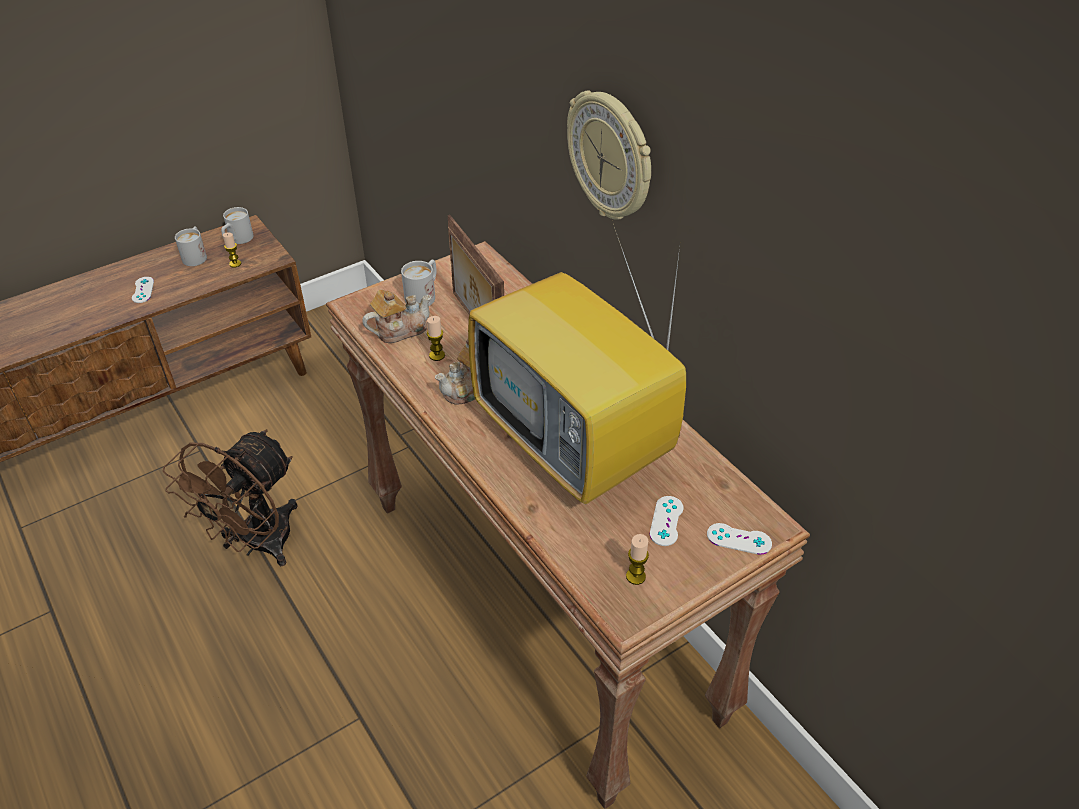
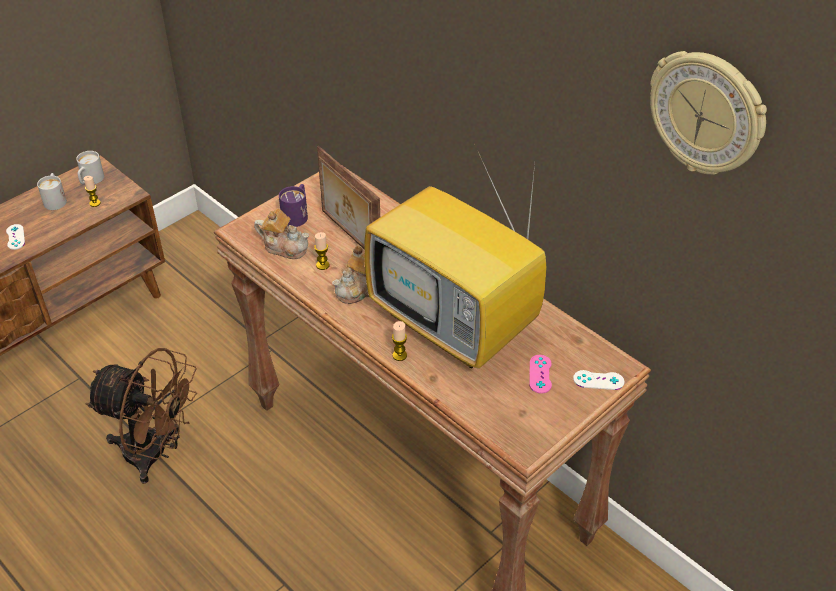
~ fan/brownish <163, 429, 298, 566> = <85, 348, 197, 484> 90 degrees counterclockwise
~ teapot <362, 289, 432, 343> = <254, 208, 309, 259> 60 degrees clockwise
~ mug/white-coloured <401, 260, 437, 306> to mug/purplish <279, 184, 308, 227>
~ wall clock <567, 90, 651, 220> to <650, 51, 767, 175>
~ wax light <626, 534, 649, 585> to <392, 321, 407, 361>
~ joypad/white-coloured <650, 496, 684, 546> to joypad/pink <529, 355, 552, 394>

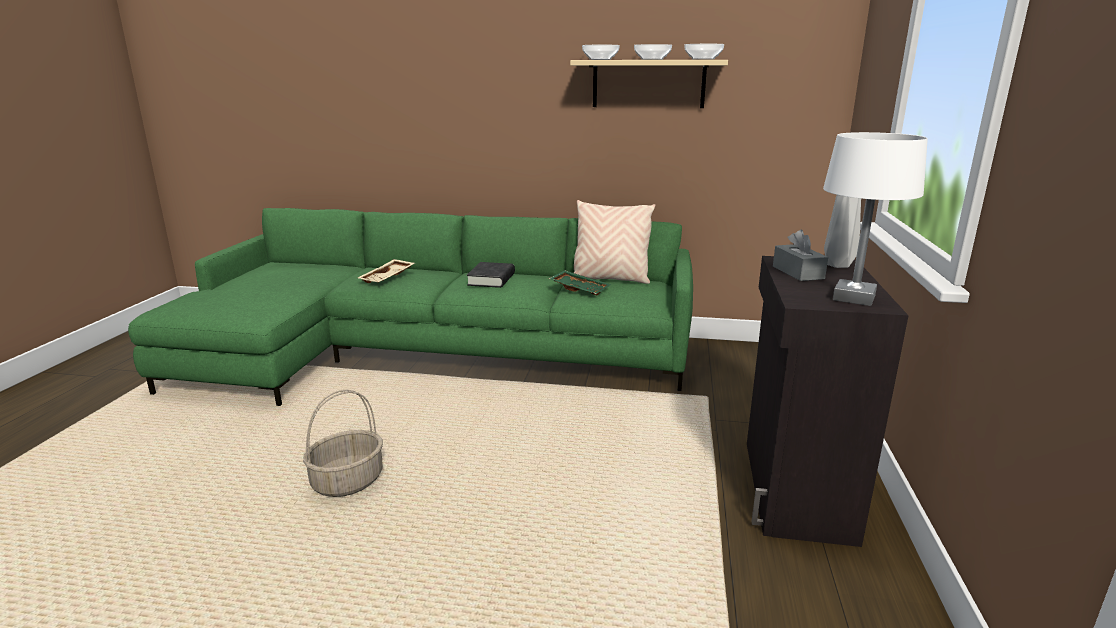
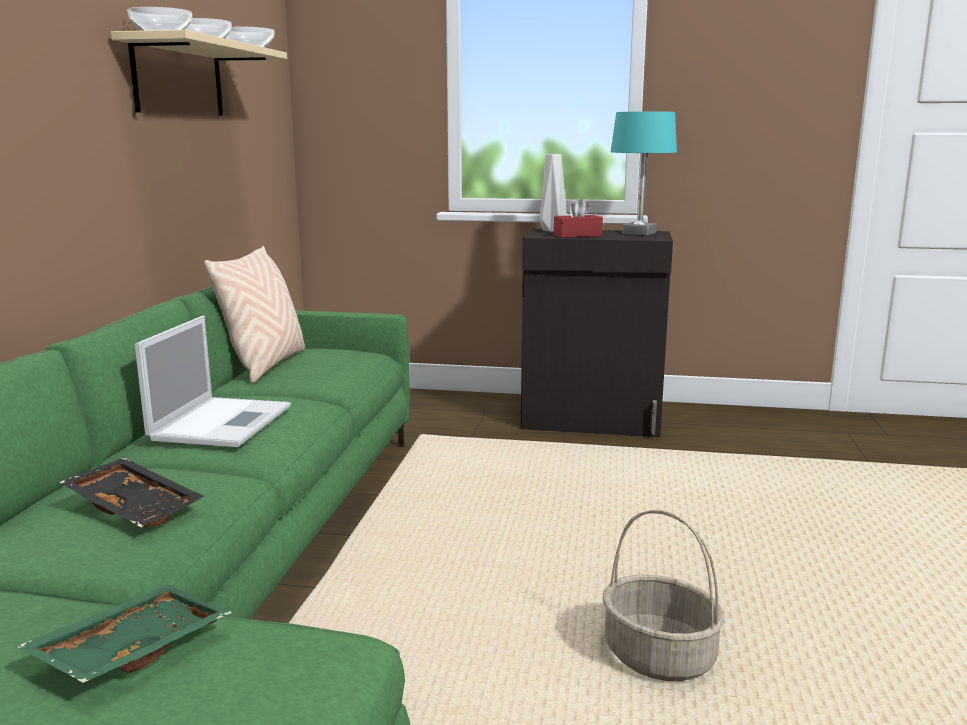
~ serving tray/sand-coloured <358, 259, 415, 283> to serving tray/blackish <59, 457, 204, 527>
~ bound book/blackish <467, 262, 515, 288> to notebook computer <135, 316, 291, 447>
~ serving tray/green-coloured <549, 270, 611, 295> to <16, 584, 232, 683>
~ box of tissues/greyish <773, 230, 828, 281> to box of tissues/red <554, 198, 603, 238>
~ tabletop lamp/white-coloured <823, 132, 928, 306> to tabletop lamp/turquoise-coloured <611, 111, 677, 236>

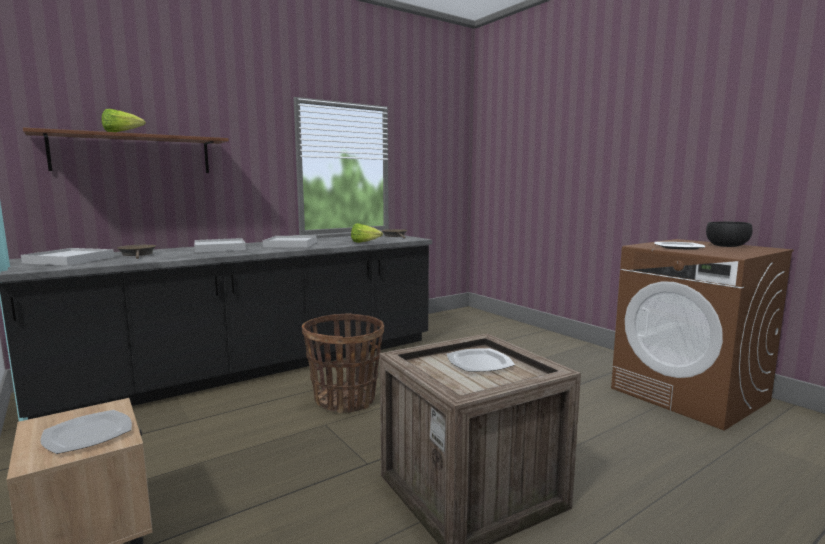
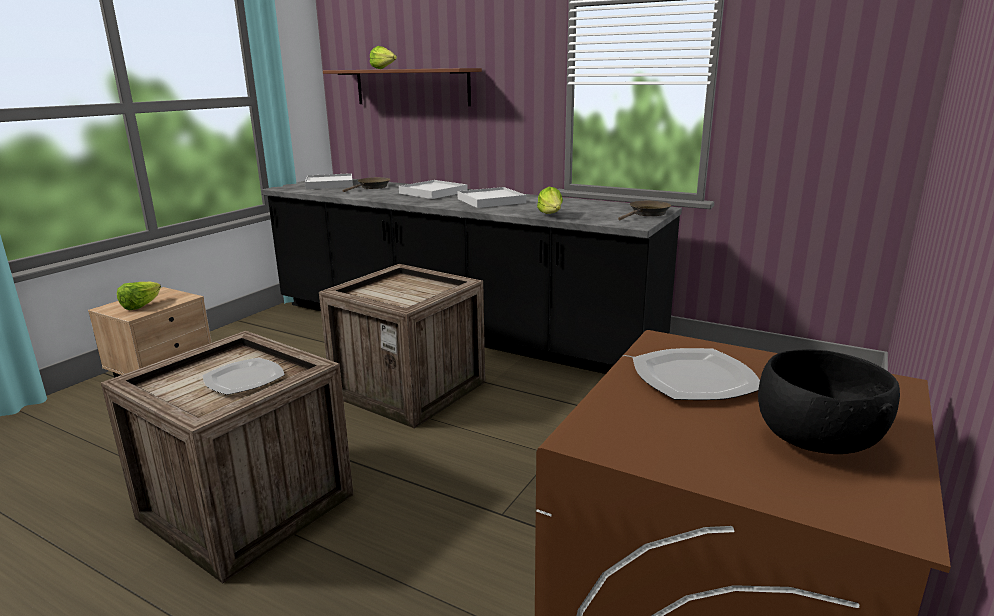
~ plate <40, 410, 132, 454> to head of lettuce <117, 282, 161, 310>
~ storage basket <302, 313, 384, 413> to packing crate <319, 264, 485, 429>

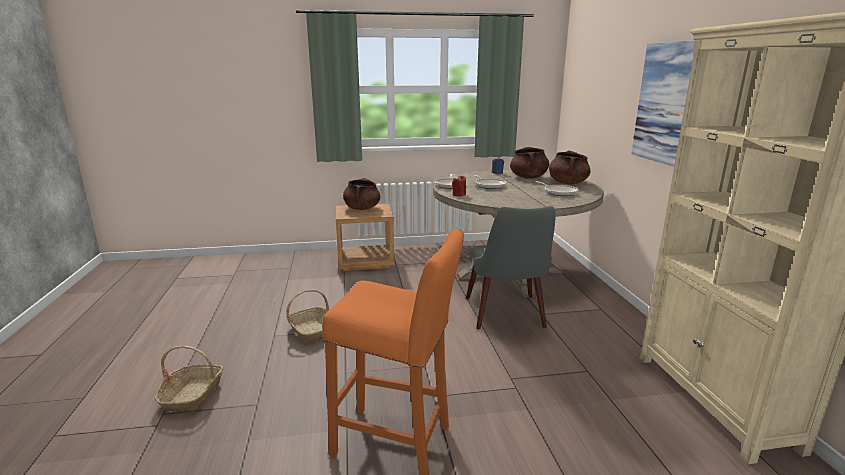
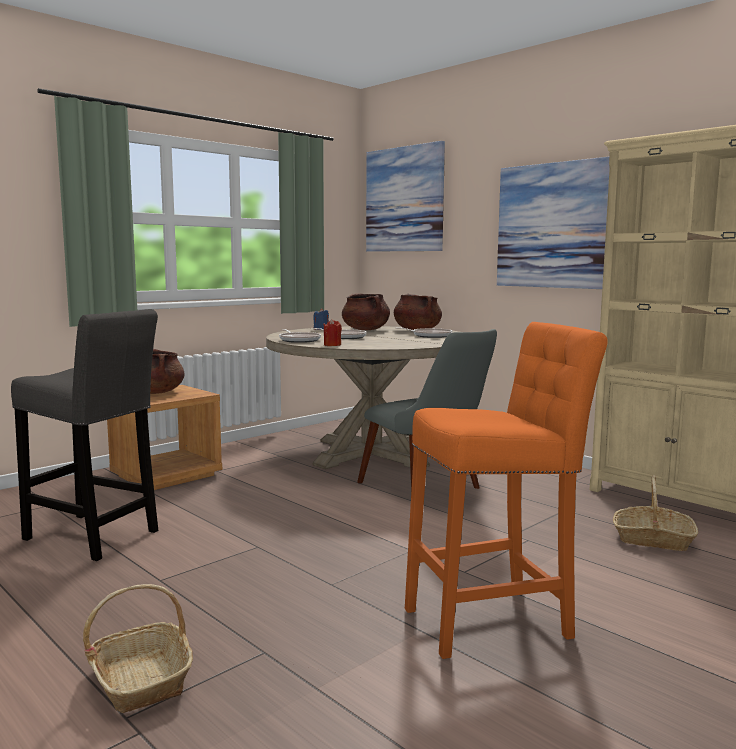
~ storage basket <286, 290, 329, 343> to <613, 475, 698, 551>
+ sitting stool/greyish <11, 309, 158, 561>
+ wall picture <366, 141, 445, 252>

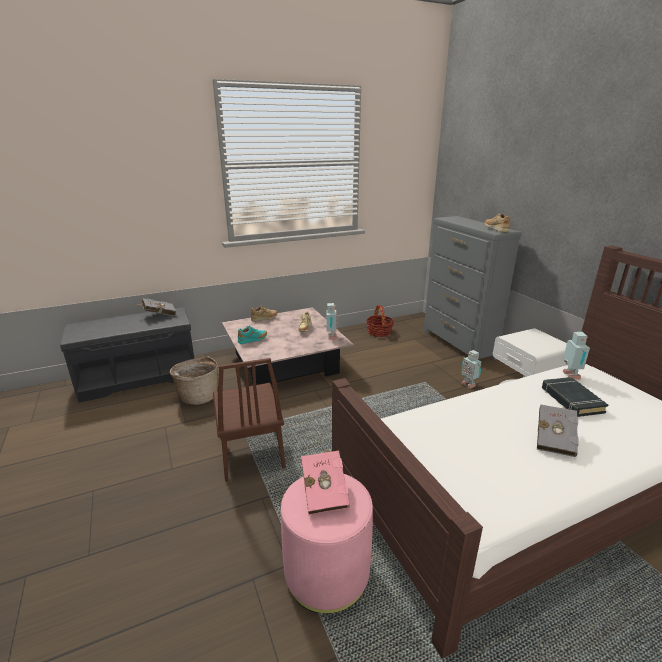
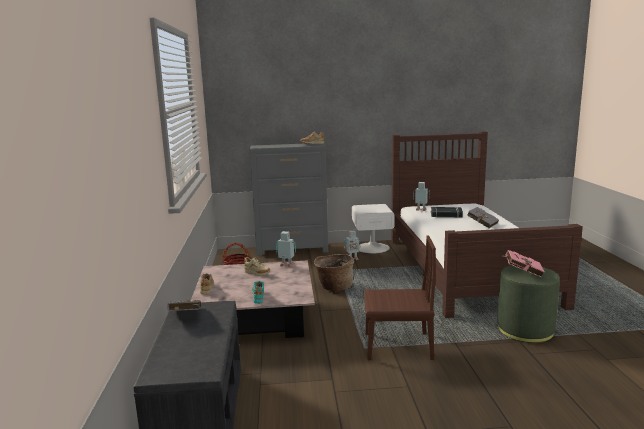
~ storage basket <170, 356, 218, 405> to <314, 254, 354, 293>
~ ottoman/pink <281, 474, 373, 613> to ottoman/green-coloured <497, 266, 560, 343>

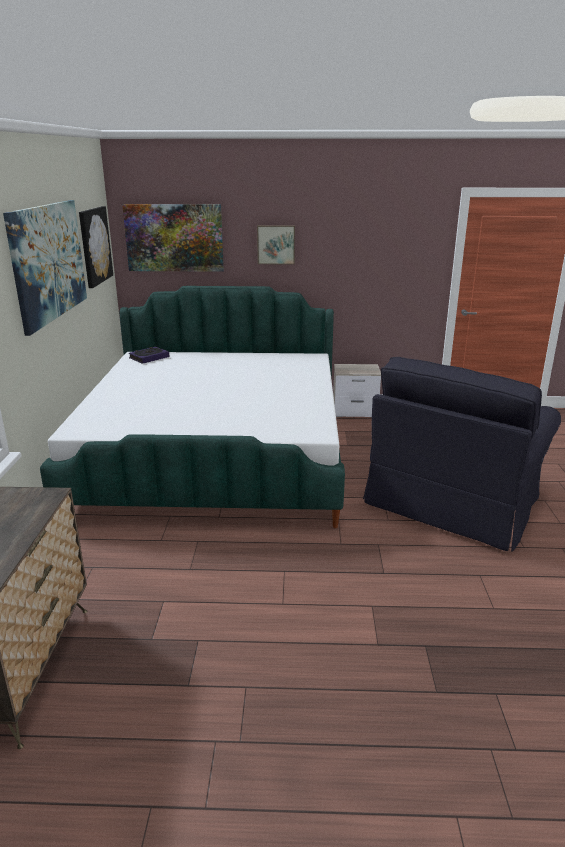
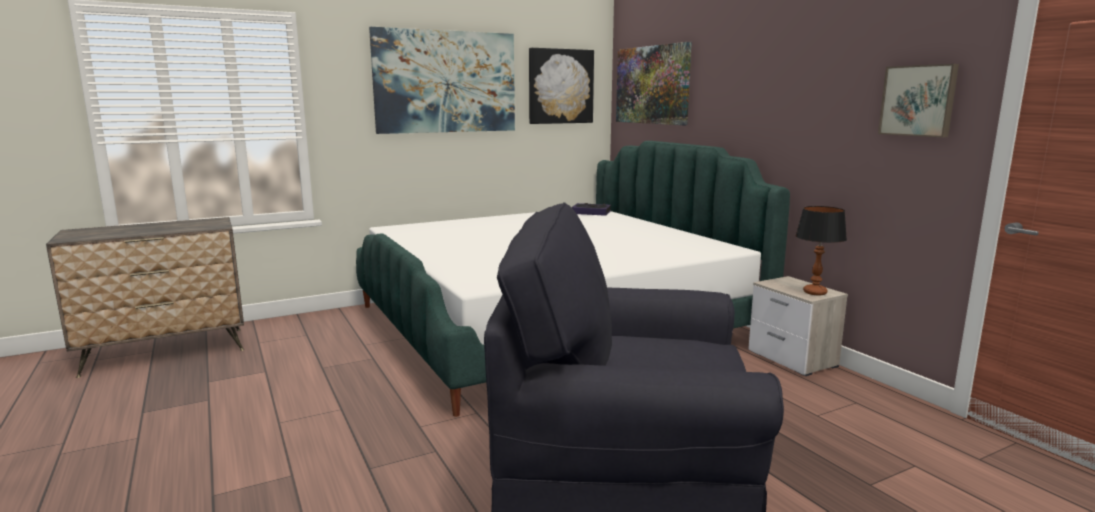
~ wall picture <257, 225, 295, 265> to <878, 64, 959, 137>
+ tabletop lamp <796, 206, 847, 295>

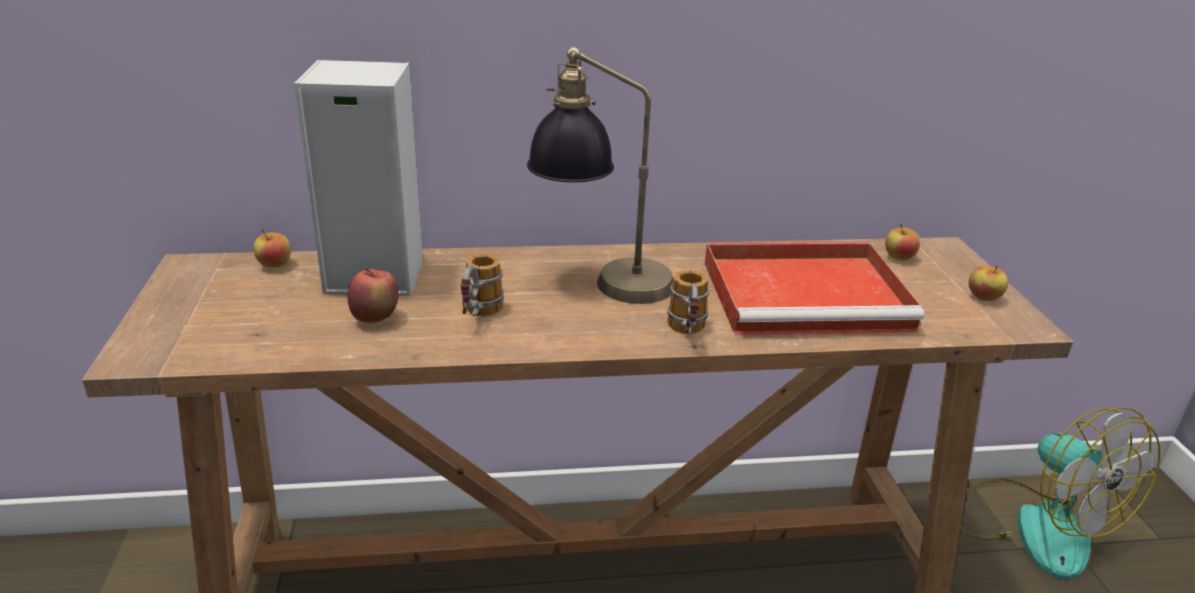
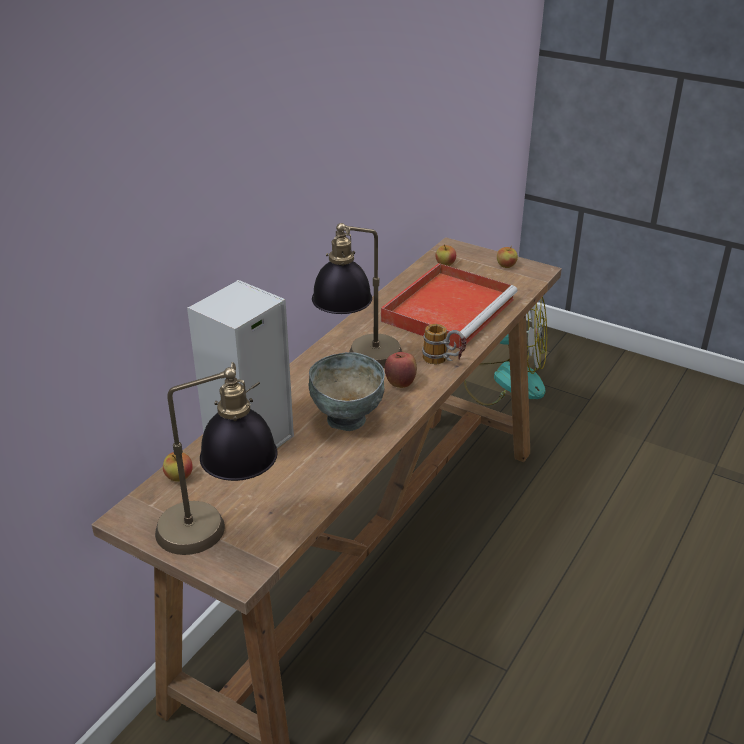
~ apple <347, 268, 399, 323> to <385, 352, 417, 388>
~ mug <461, 254, 504, 316> to bowl/greyish <309, 352, 385, 431>
+ tabletop lamp <155, 362, 278, 555>

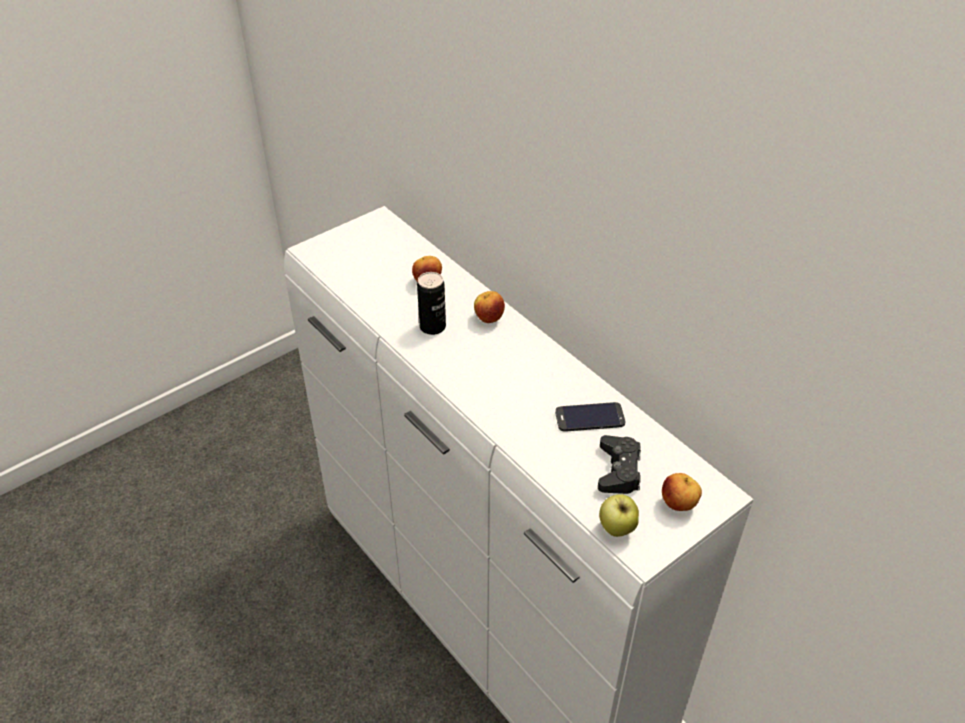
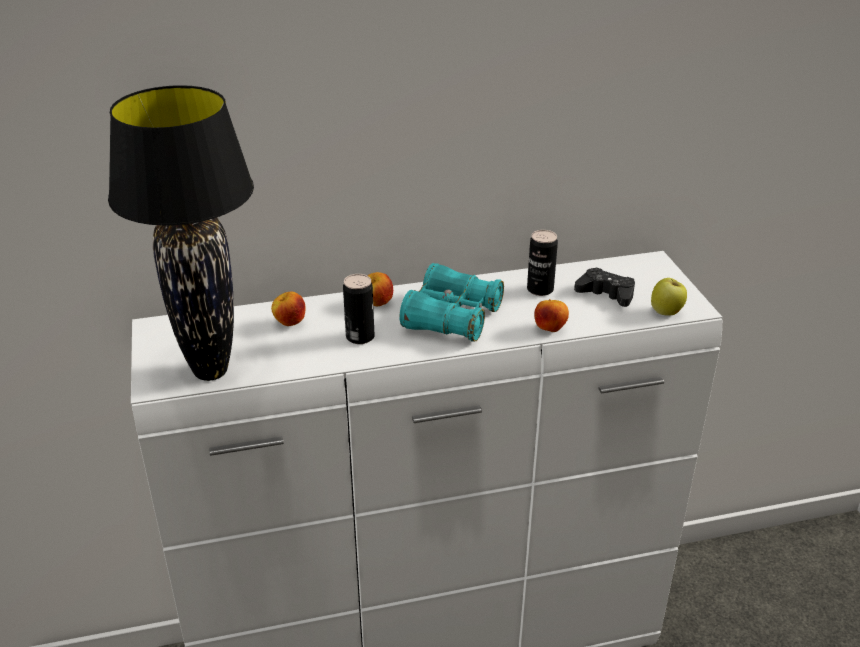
~ handset <555, 402, 625, 432> to can <527, 230, 558, 296>
~ apple <662, 473, 702, 511> to <534, 299, 569, 332>
+ tabletop lamp/blackish <108, 85, 254, 381>
+ binoculars/turquoise-coloured <400, 263, 504, 342>

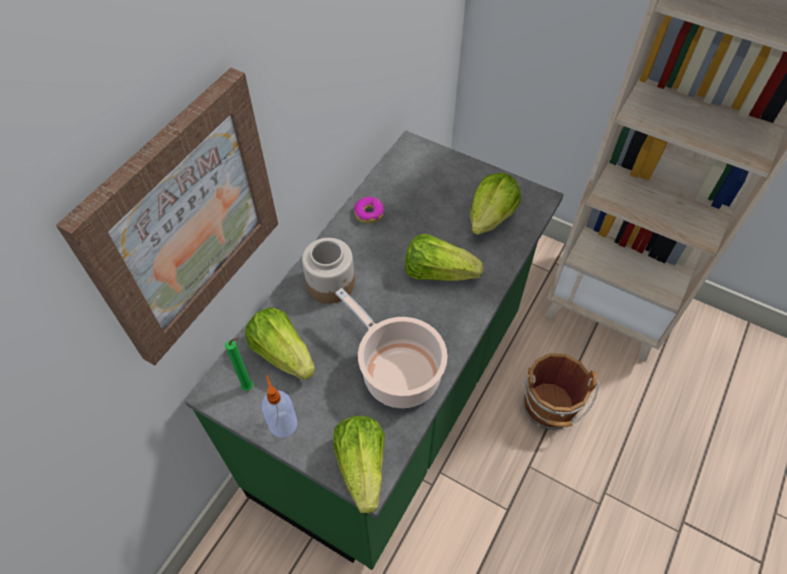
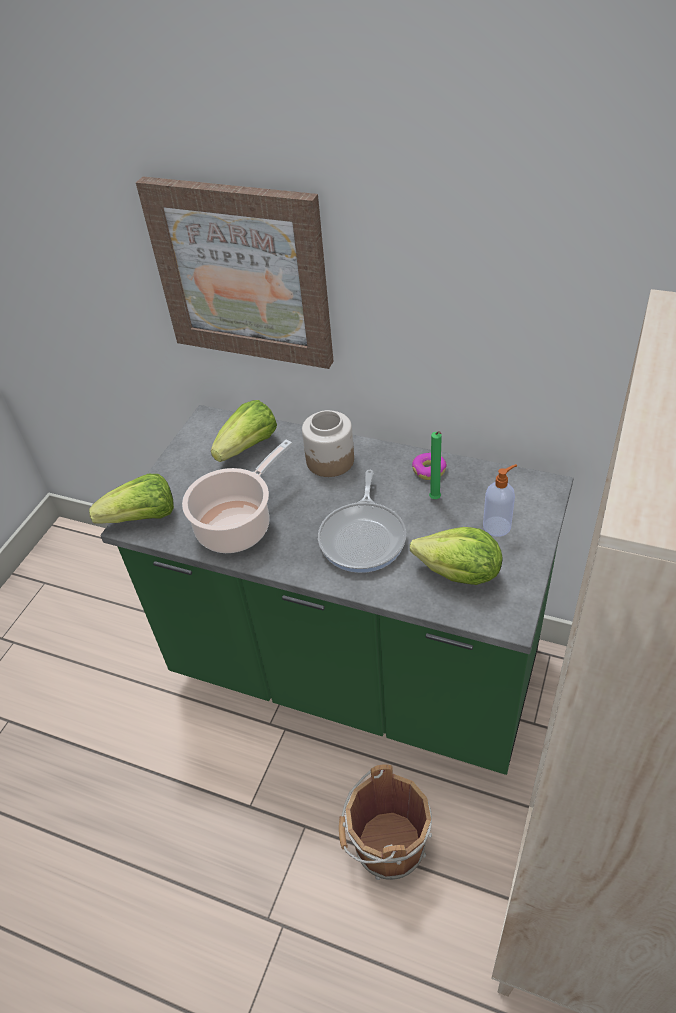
~ wax light/green-coloured <225, 337, 253, 391> to <429, 431, 442, 499>
~ soap bottle <262, 375, 297, 438> to <483, 464, 517, 536>
~ head of lettuce <405, 234, 483, 281> to pan <318, 470, 406, 573>

